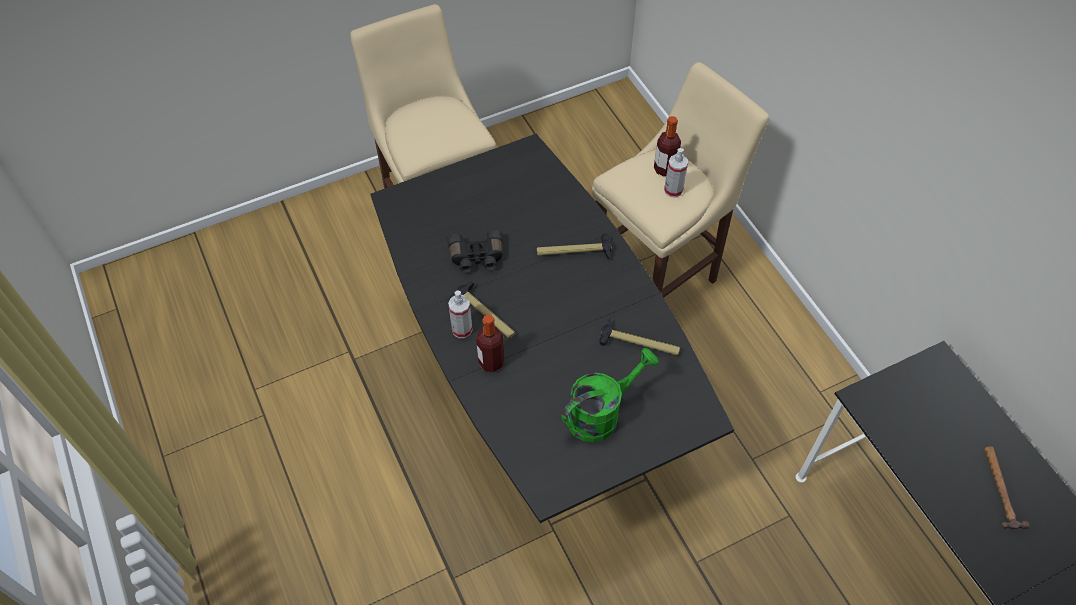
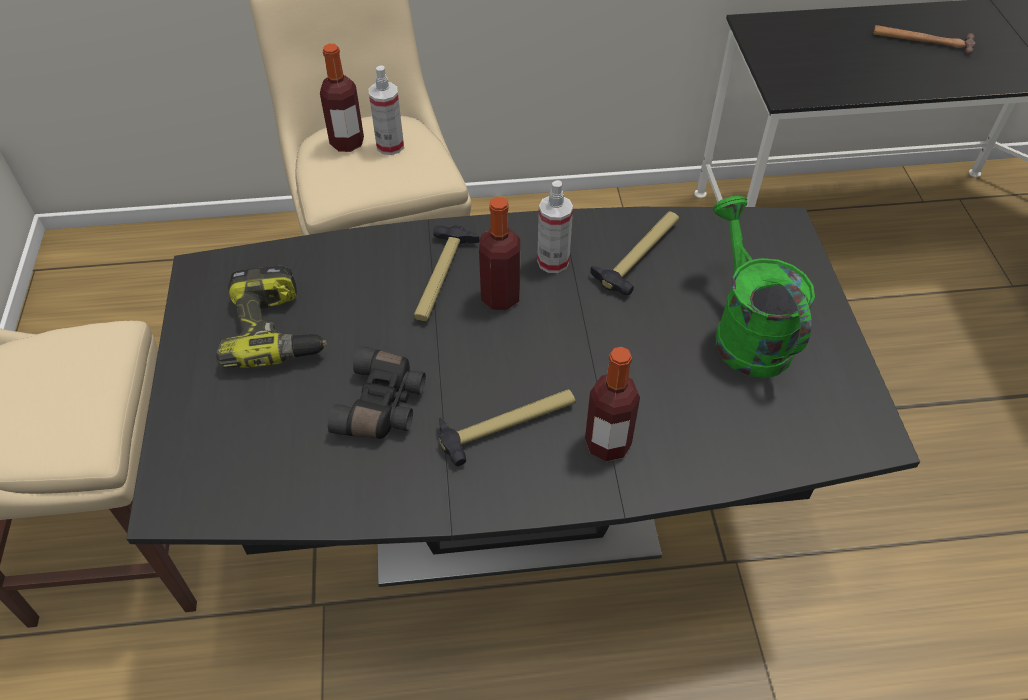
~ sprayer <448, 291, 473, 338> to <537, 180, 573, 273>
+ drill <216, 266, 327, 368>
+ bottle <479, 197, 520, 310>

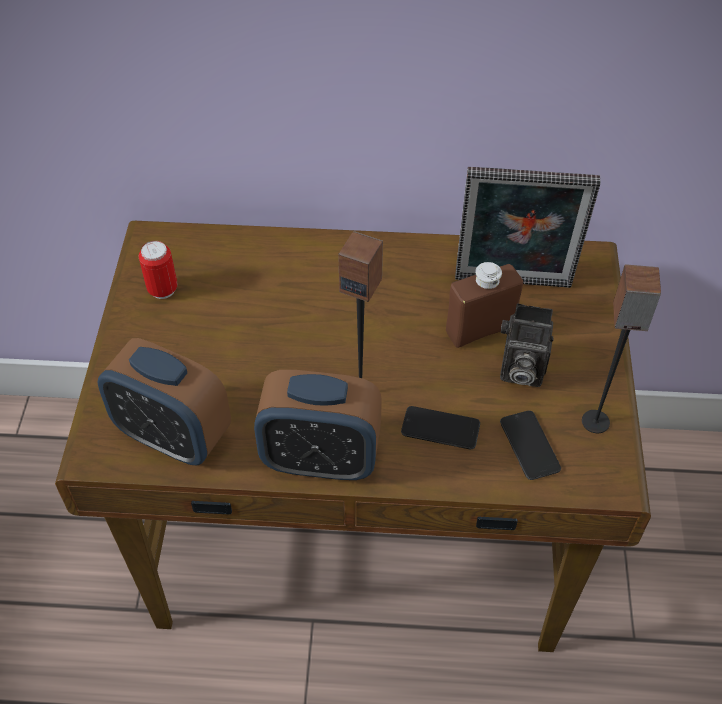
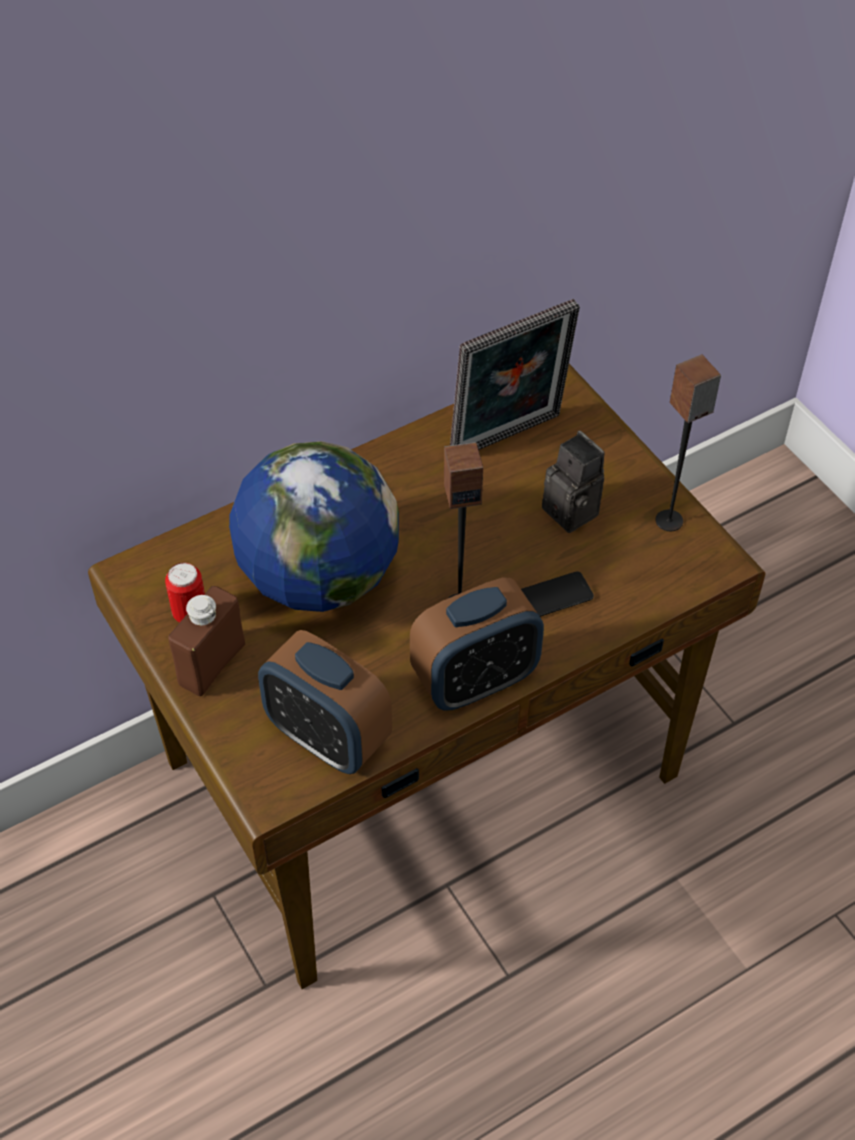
~ table clock <97, 338, 231, 465> = <258, 630, 392, 774> 45 degrees clockwise
~ bottle/brownish <446, 262, 523, 348> to <168, 586, 245, 696>
~ still camera <500, 303, 553, 387> = <542, 431, 605, 533> 105 degrees counterclockwise
- handset <500, 411, 561, 480>
+ desk globe <229, 441, 399, 612>

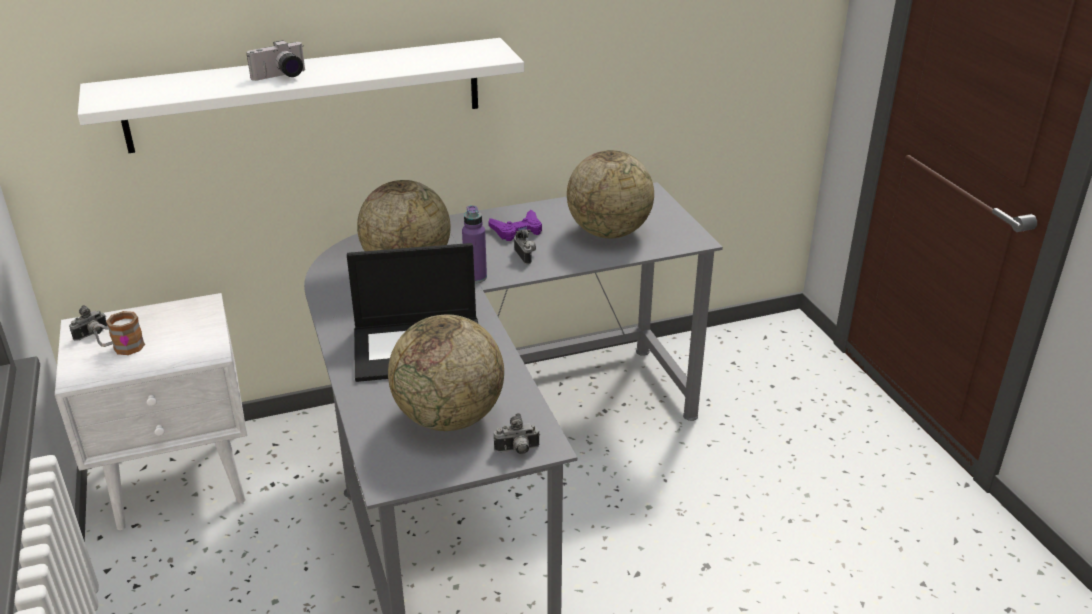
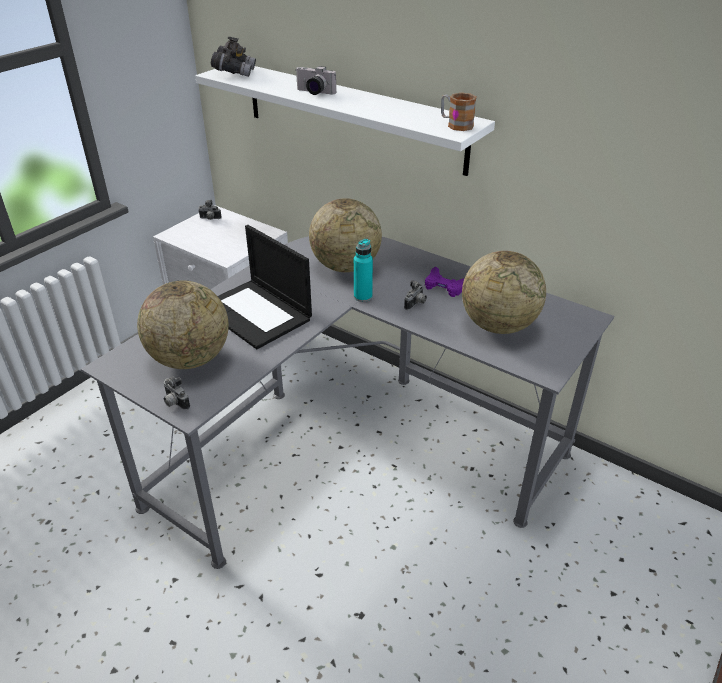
~ mug <93, 311, 145, 355> to <441, 93, 477, 131>
~ bottle/purplish <462, 205, 487, 283> to bottle/turquoise-coloured <354, 239, 373, 302>
+ binoculars/greyish <211, 37, 256, 77>

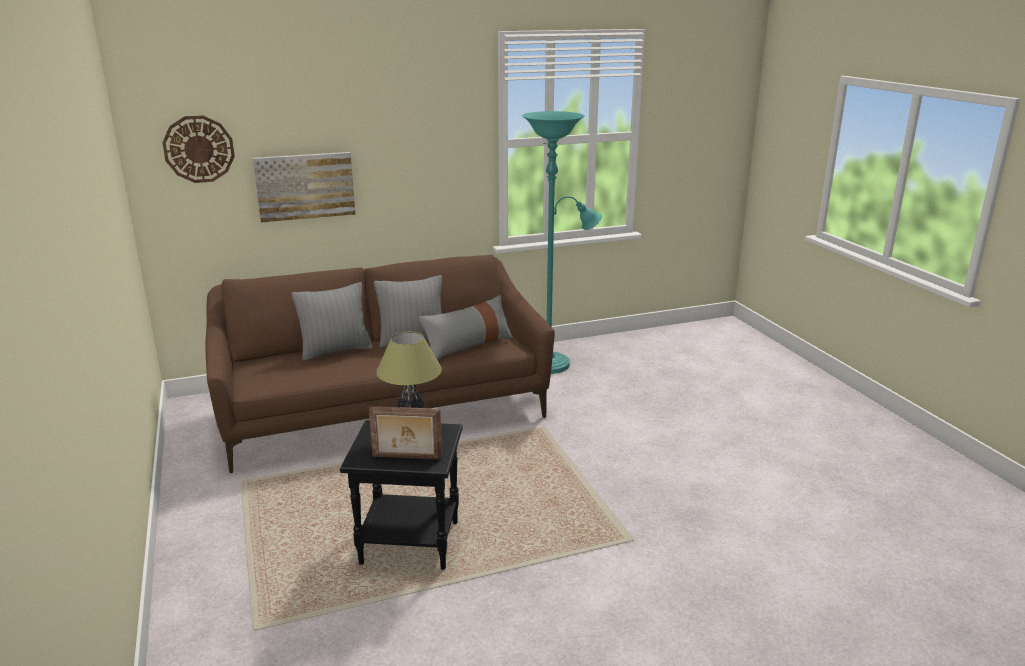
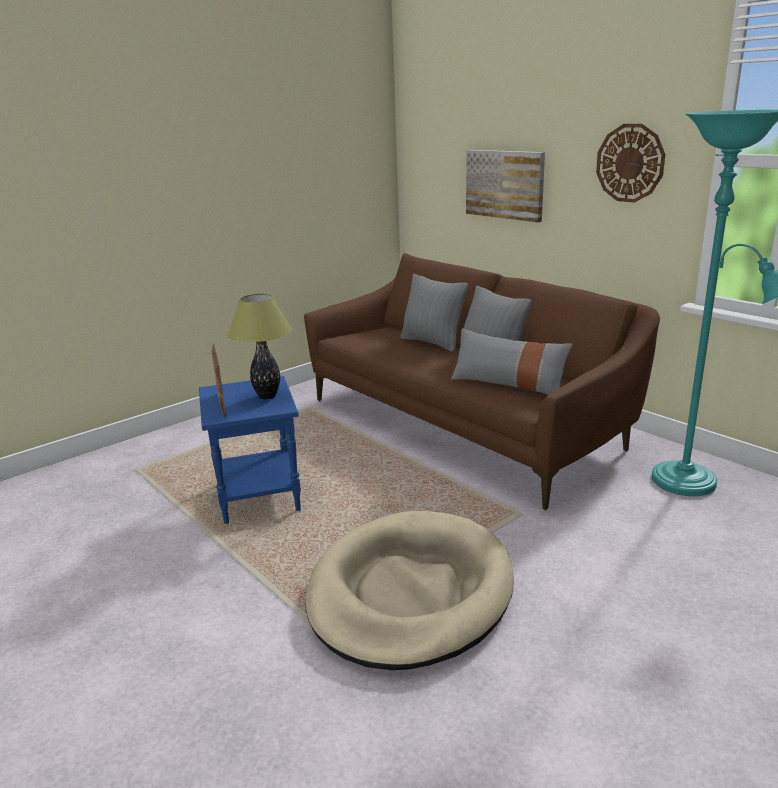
~ wall clock <162, 116, 235, 183> to <596, 124, 665, 203>
~ accent table/blackish <340, 420, 463, 570> to accent table/blue <199, 376, 301, 524>
+ dog cushion/sand-coloured <305, 511, 514, 670>

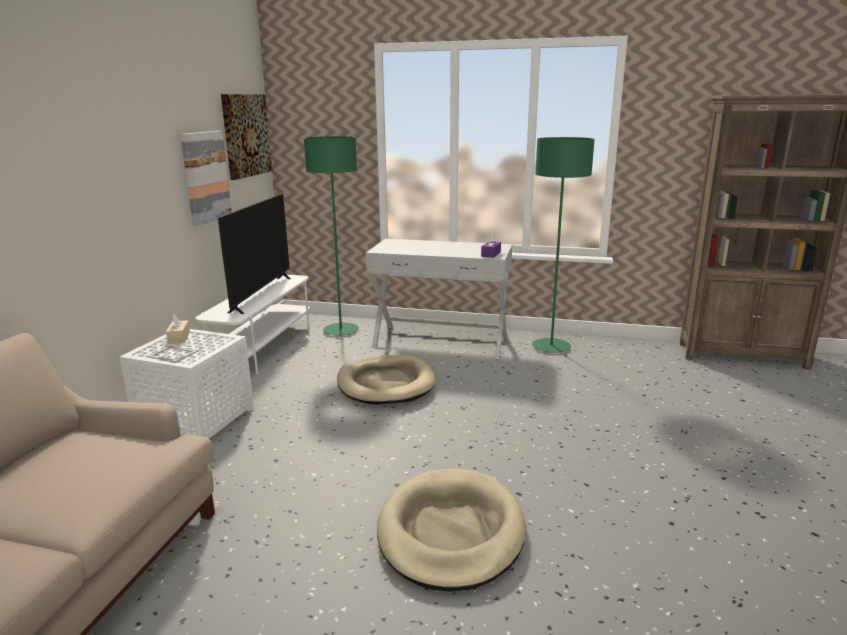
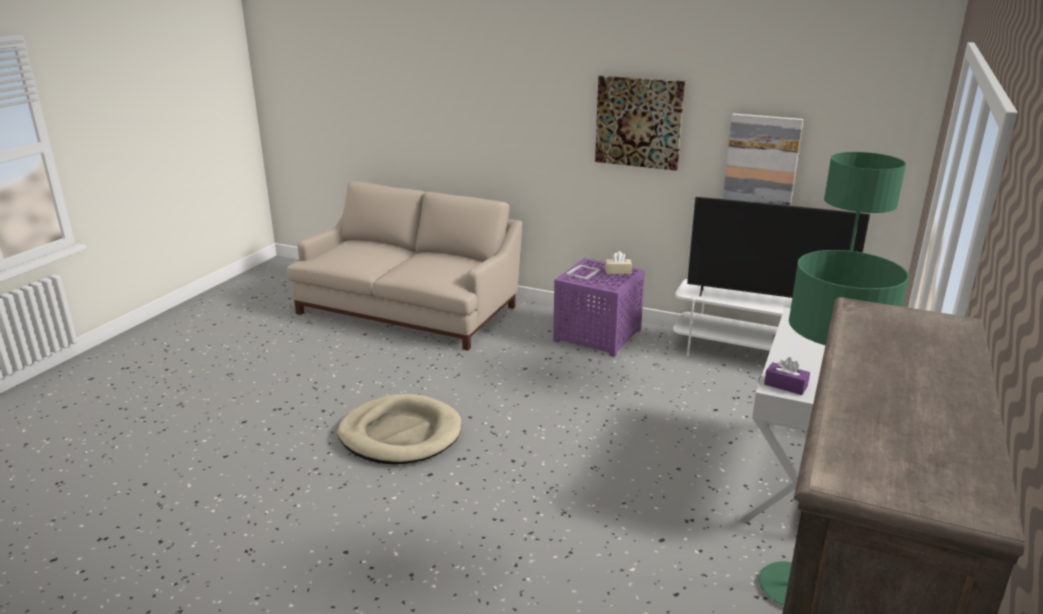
~ accent table/white-coloured <119, 329, 254, 439> to accent table/purplish <553, 258, 645, 357>
~ wall picture <221, 94, 272, 180> to <595, 76, 685, 171>
- dog cushion/sand-coloured <337, 354, 436, 405>

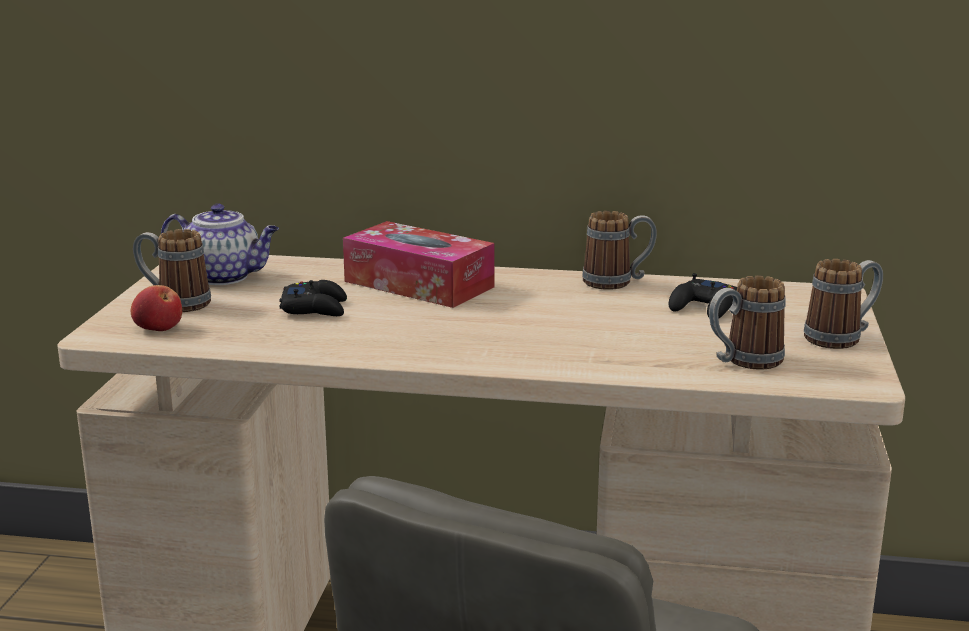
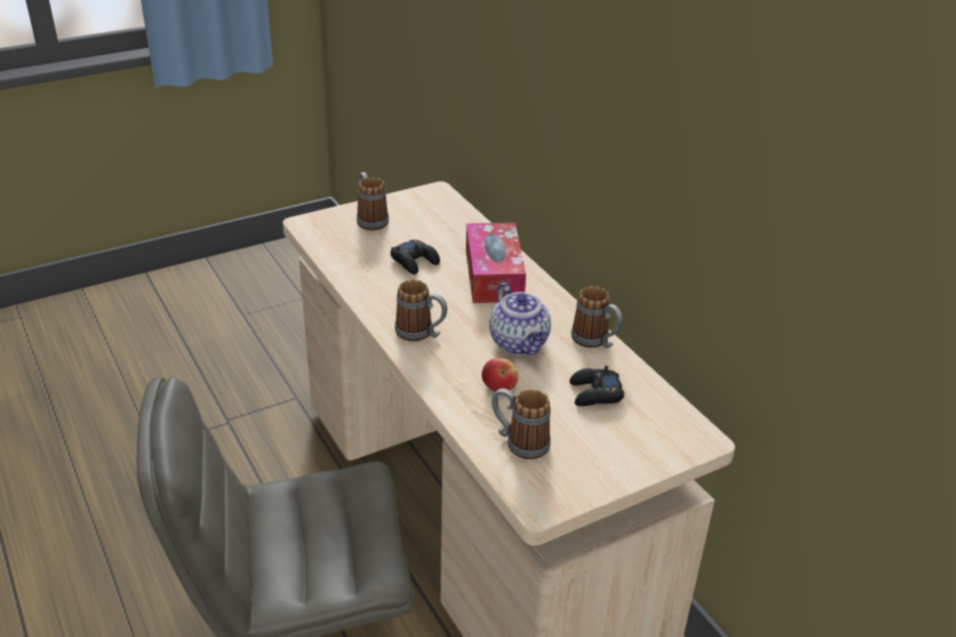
~ apple <131, 285, 182, 331> to <482, 358, 518, 392>
~ teapot <161, 203, 279, 285> to <489, 283, 551, 355>
~ mug <804, 259, 883, 349> to <395, 280, 447, 342>

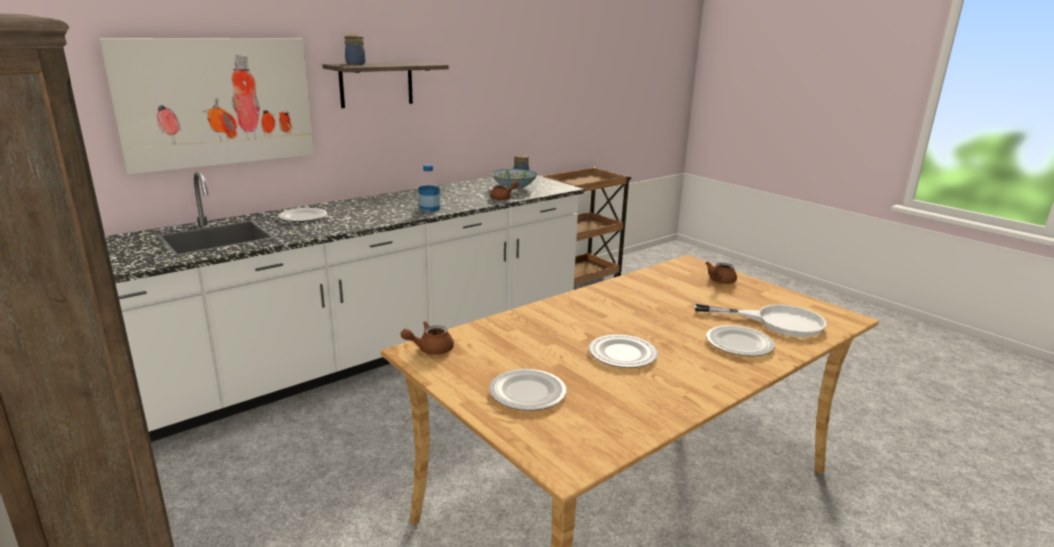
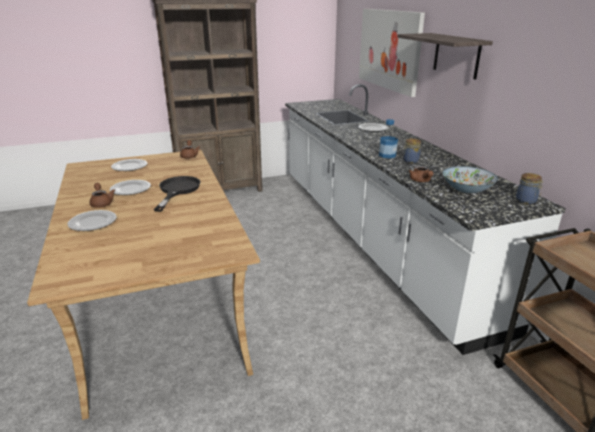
~ storage jar <345, 35, 365, 65> to <403, 138, 421, 163>
- pan/white-coloured <694, 304, 827, 337>
~ teapot/brownish <706, 261, 737, 284> to <90, 183, 115, 208>
+ pan/blackish <154, 176, 201, 212>

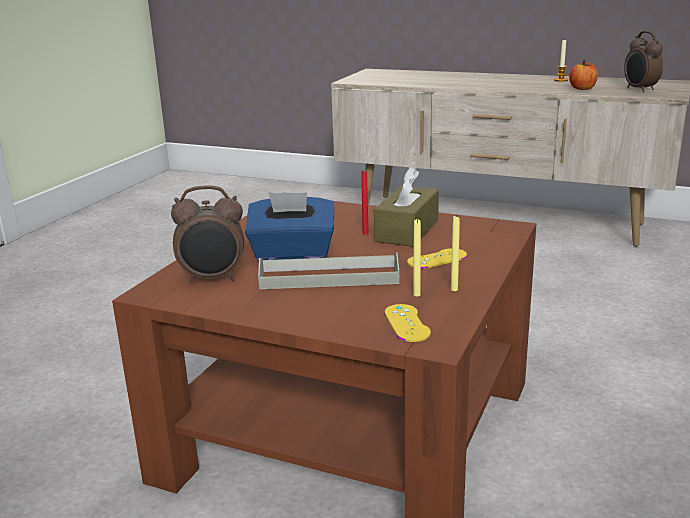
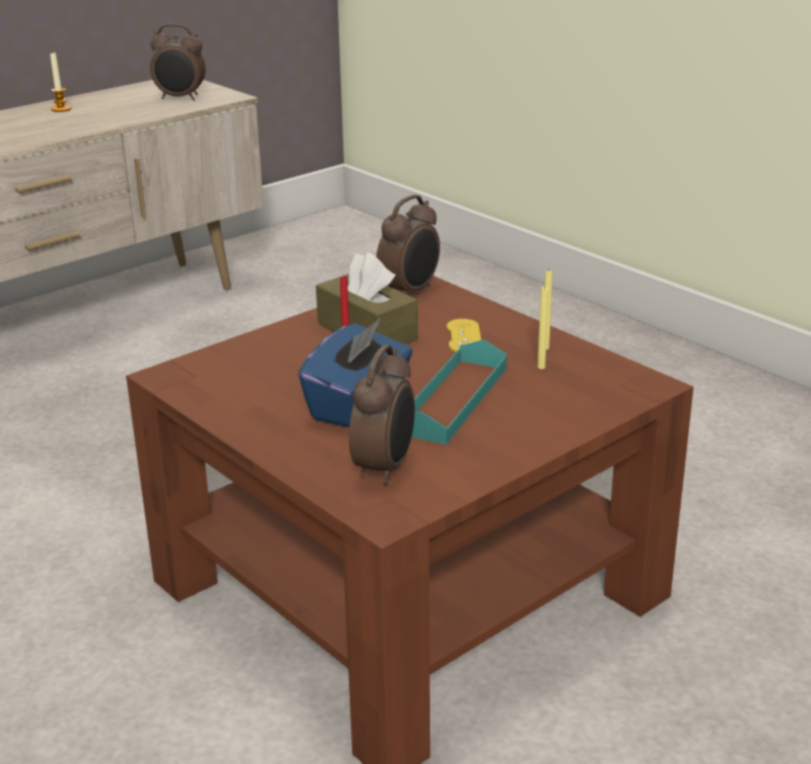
~ serving tray/greyish <258, 253, 399, 289> to serving tray/turquoise-coloured <412, 339, 507, 445>
- joypad/yellow <384, 304, 431, 342>
- apple <569, 60, 598, 90>
+ table clock <376, 195, 440, 294>

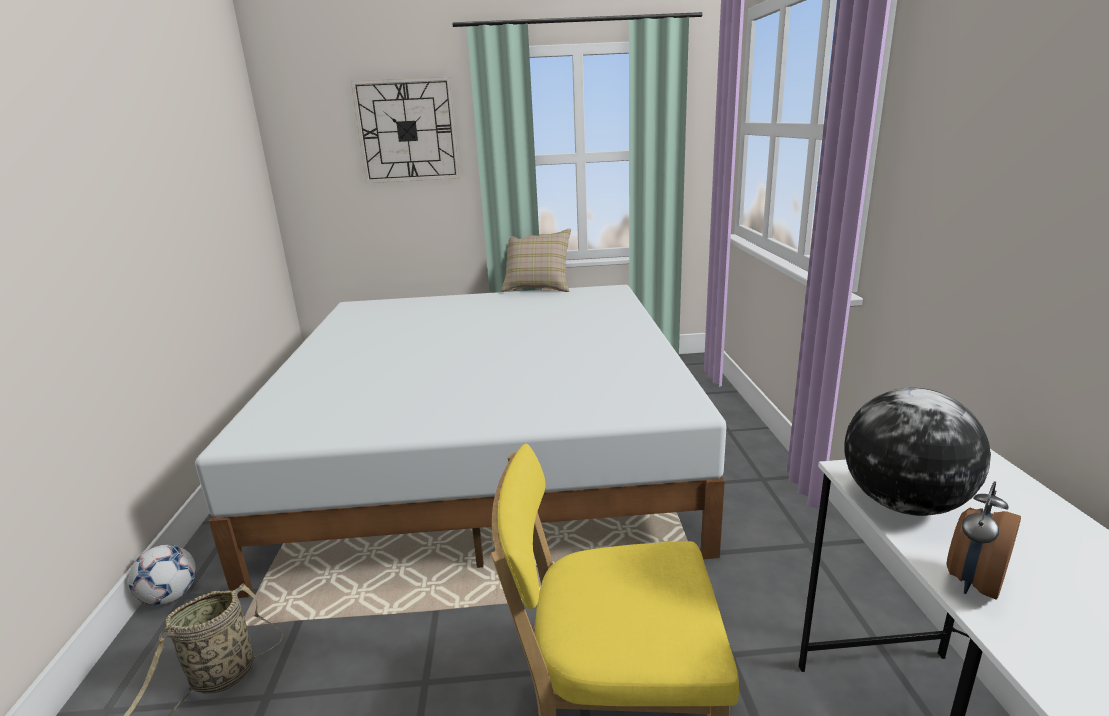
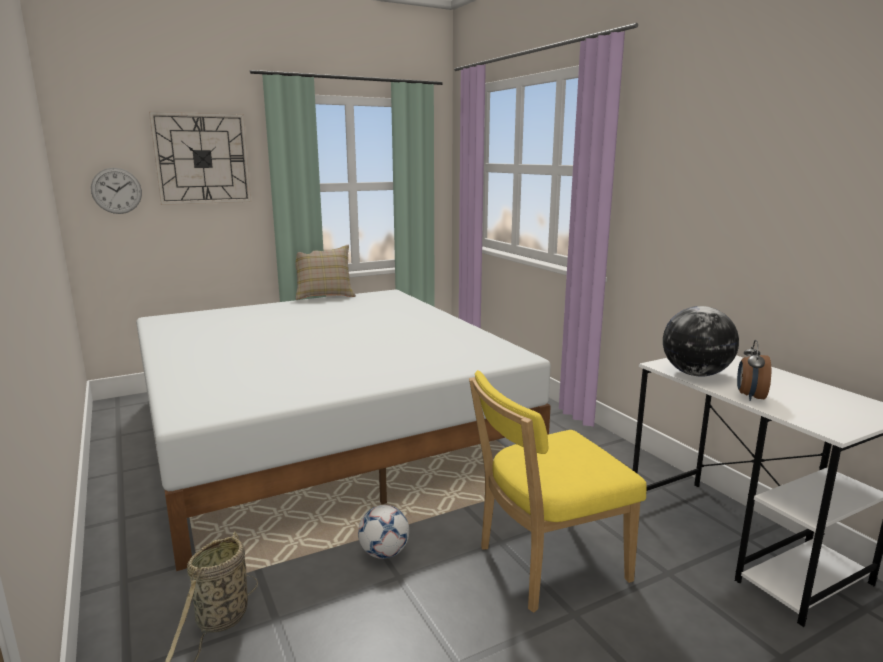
~ football <128, 545, 196, 605> to <358, 505, 409, 559>
+ wall clock <91, 168, 142, 214>

